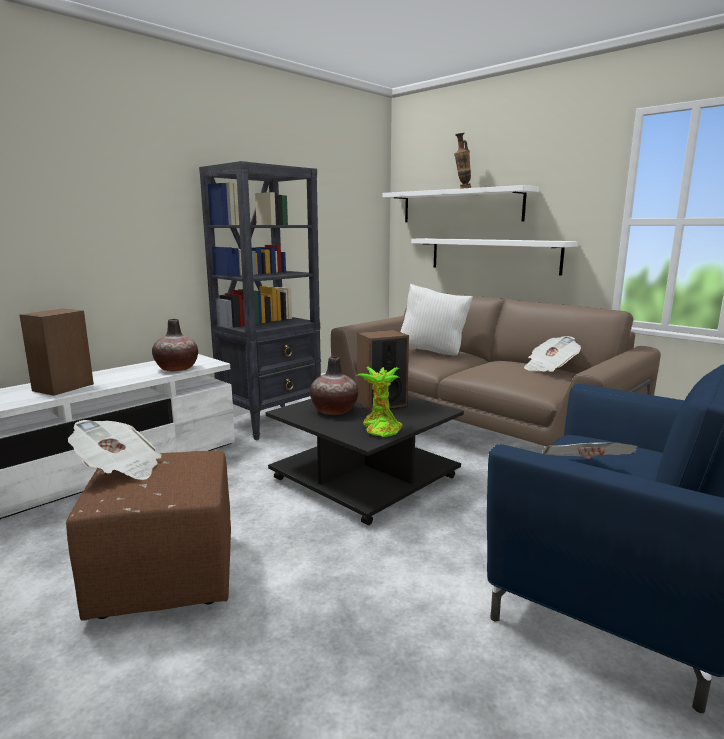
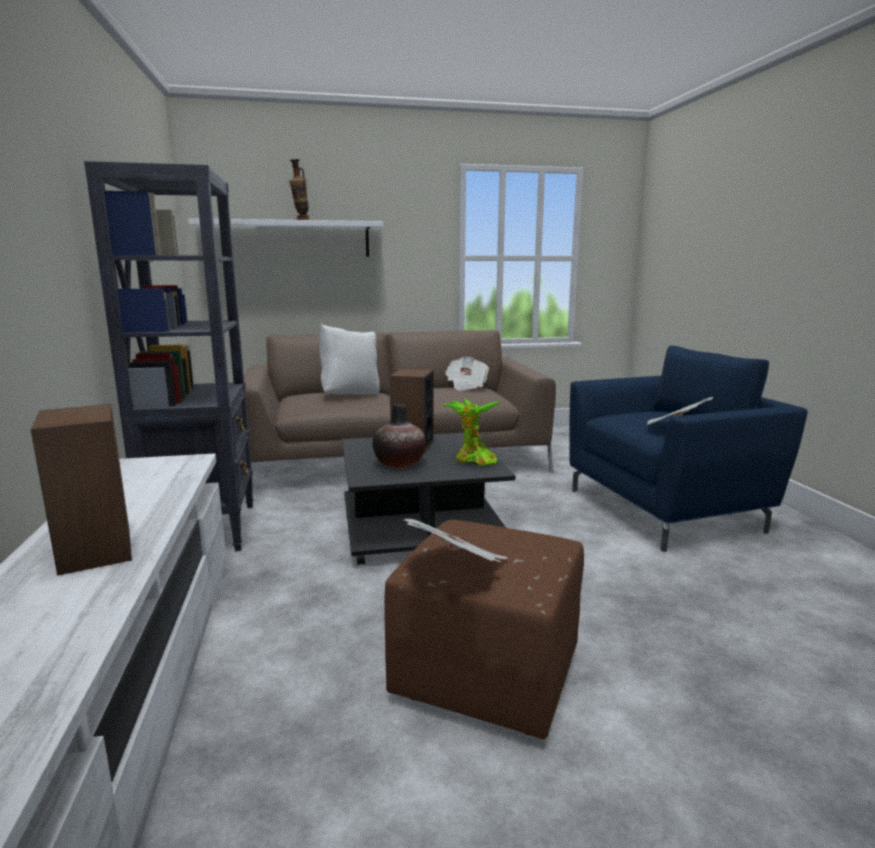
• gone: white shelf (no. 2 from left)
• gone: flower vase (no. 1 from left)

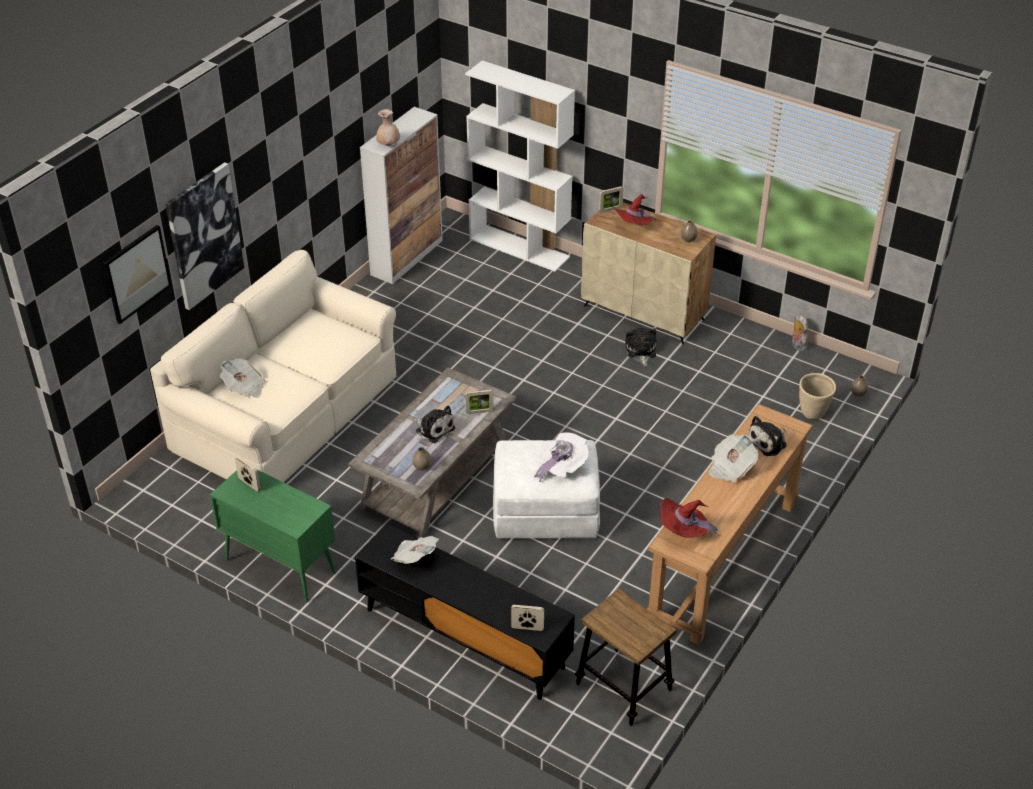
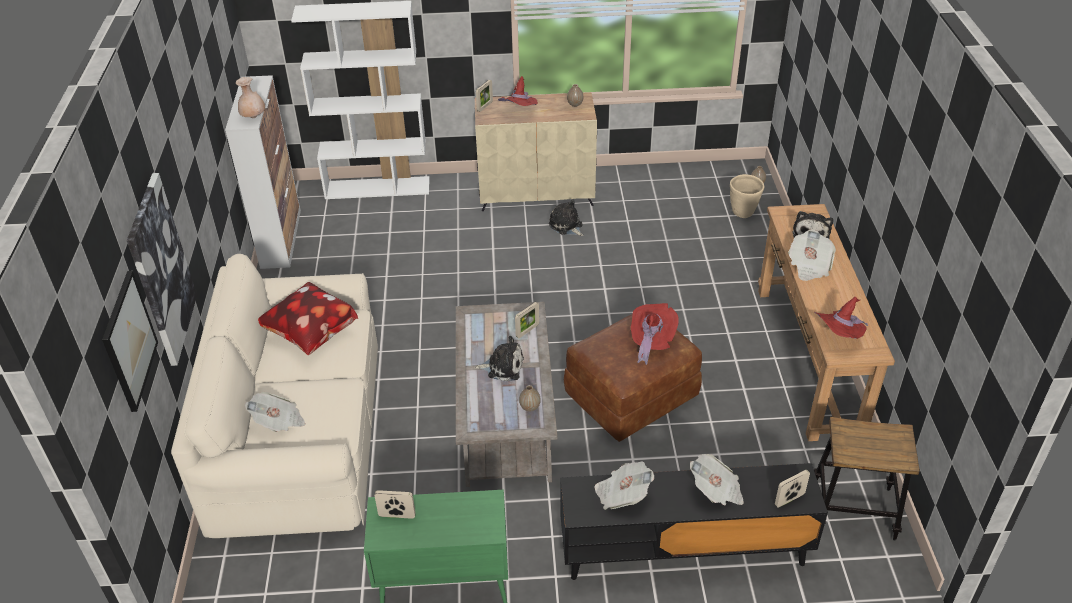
• gone: plush toy (no. 4 from left)
• repainted: white wearable hat to red wearable hat (no. 2 from left)
• repainted: white pouffe to brownish pouffe
• new: cushion
• new: daily paper (no. 3 from left)

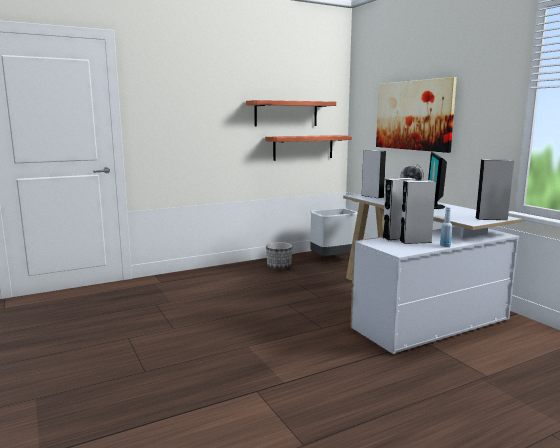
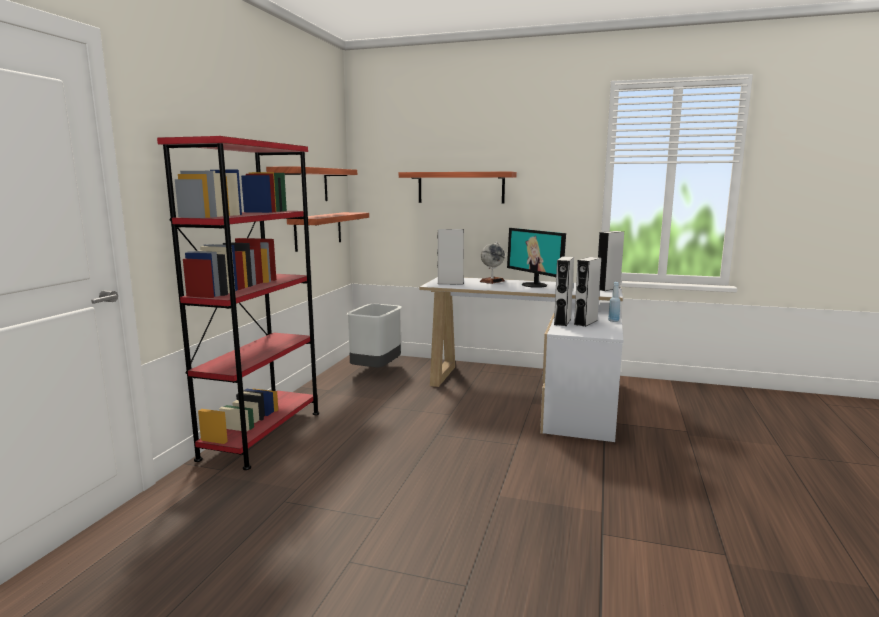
• swapped: picture to shelf (no. 3 from left)
• gone: flower pot
• new: red bookshelf

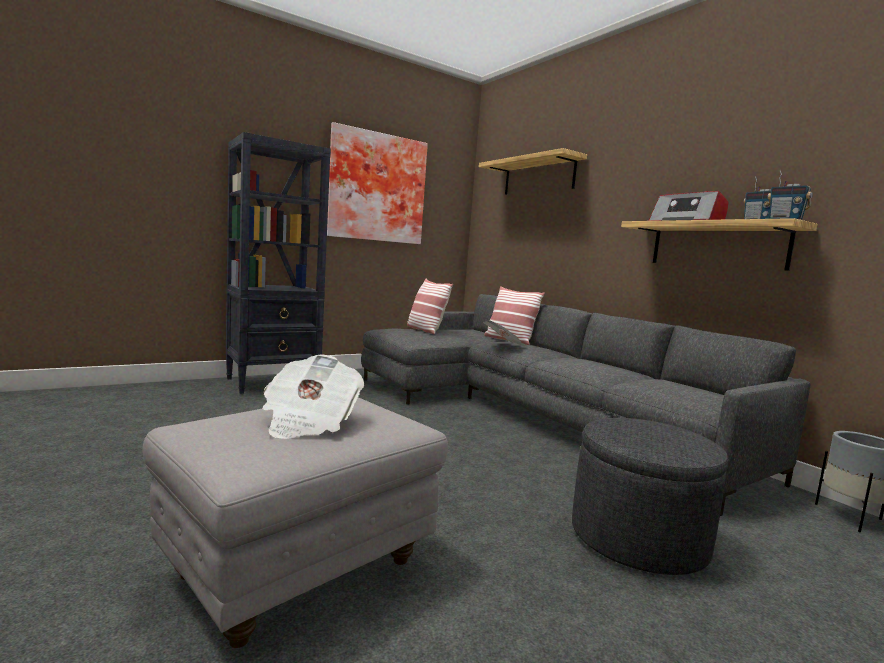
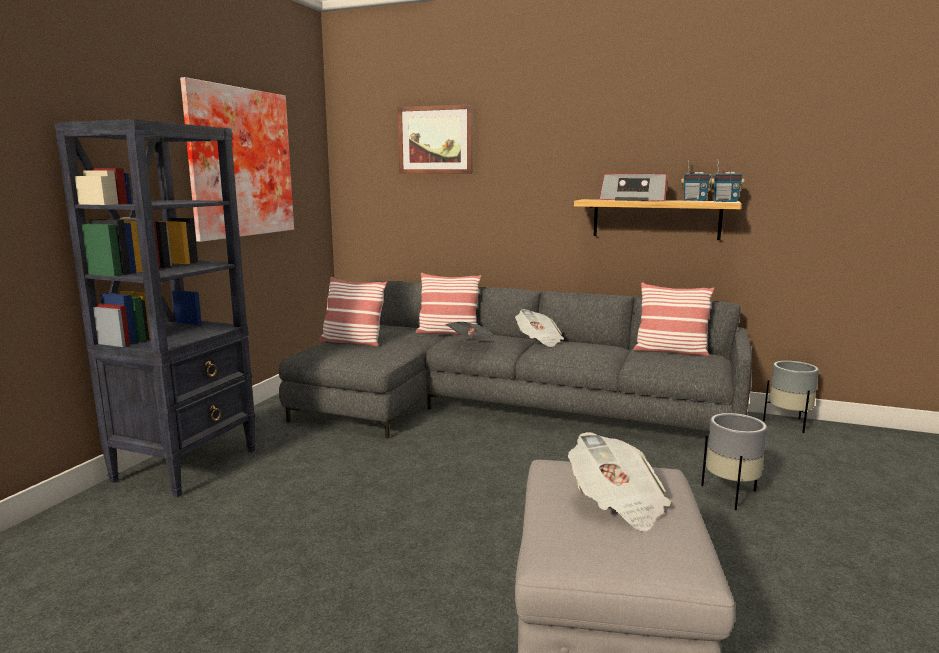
• swapped: shelf (no. 1 from left) to picture (no. 2 from left)
• swapped: gray pouffe (no. 2 from left) to gray flower pot (no. 1 from left)
• new: cushion (no. 3 from left)
• new: daily paper (no. 2 from left)

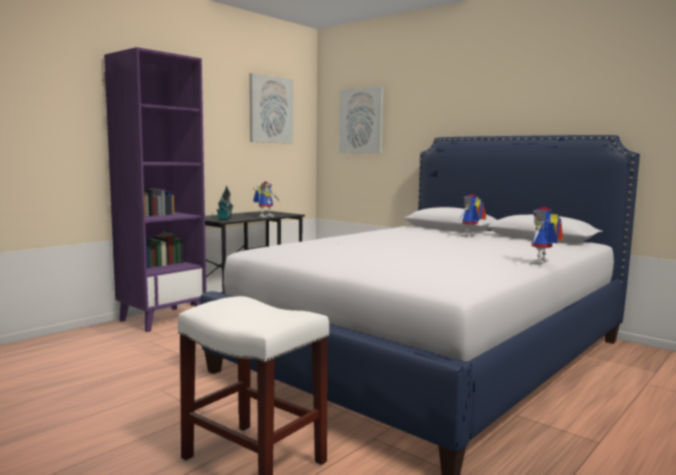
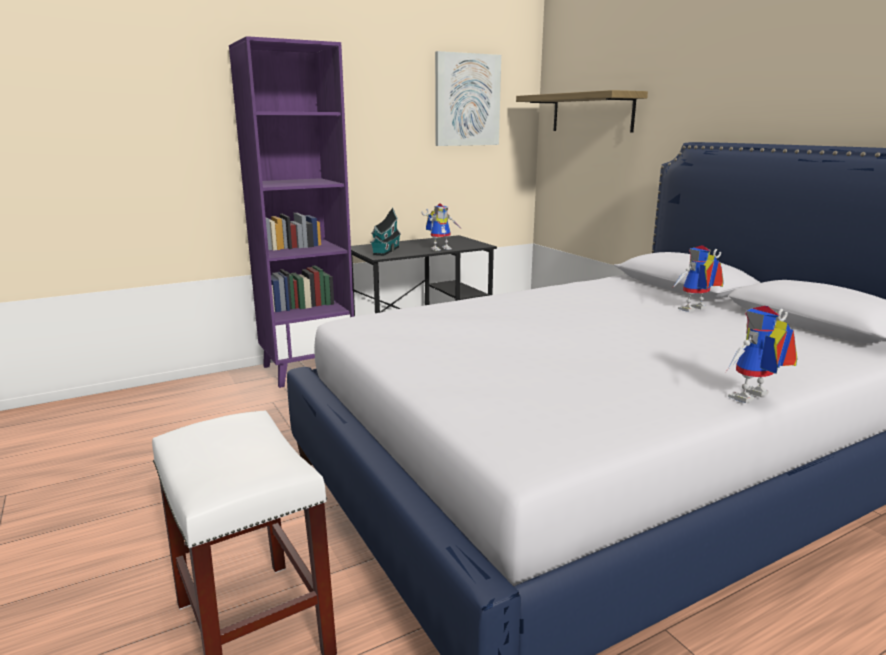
• swapped: picture (no. 2 from left) to shelf

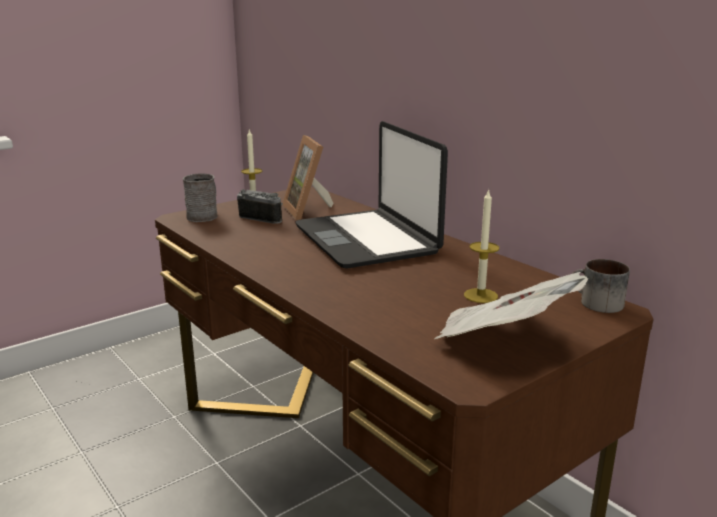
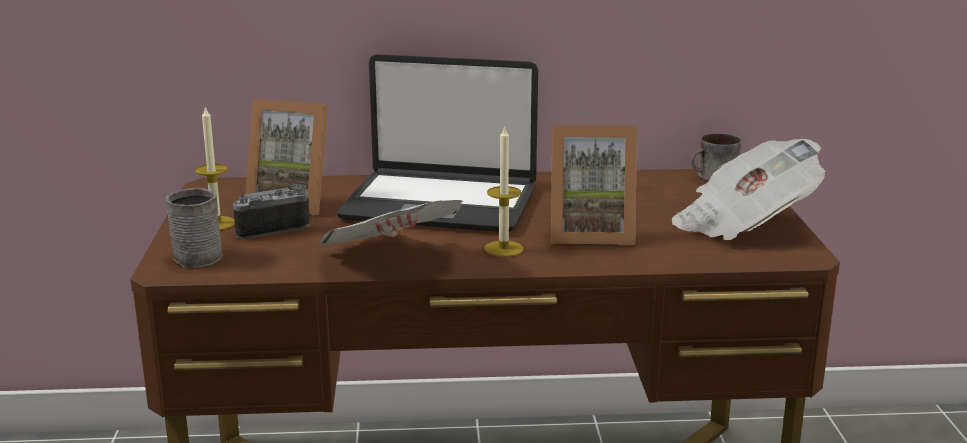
• shifted: wax candle (no. 2 from left)
• new: standing frame (no. 2 from left)
• new: daily paper (no. 1 from left)

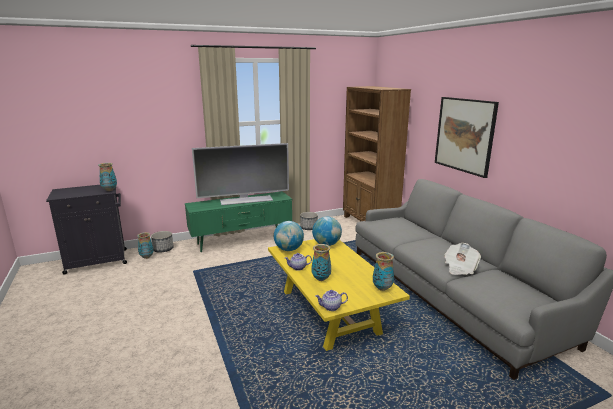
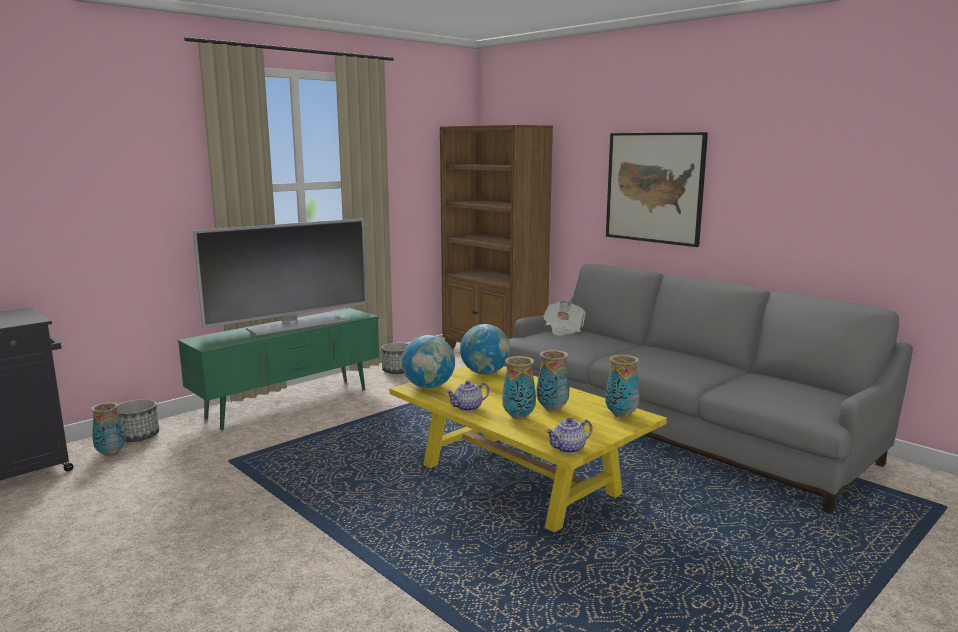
• shifted: flower vase (no. 1 from left in the first image) to flower vase (no. 3 from left)
• shifted: daily paper

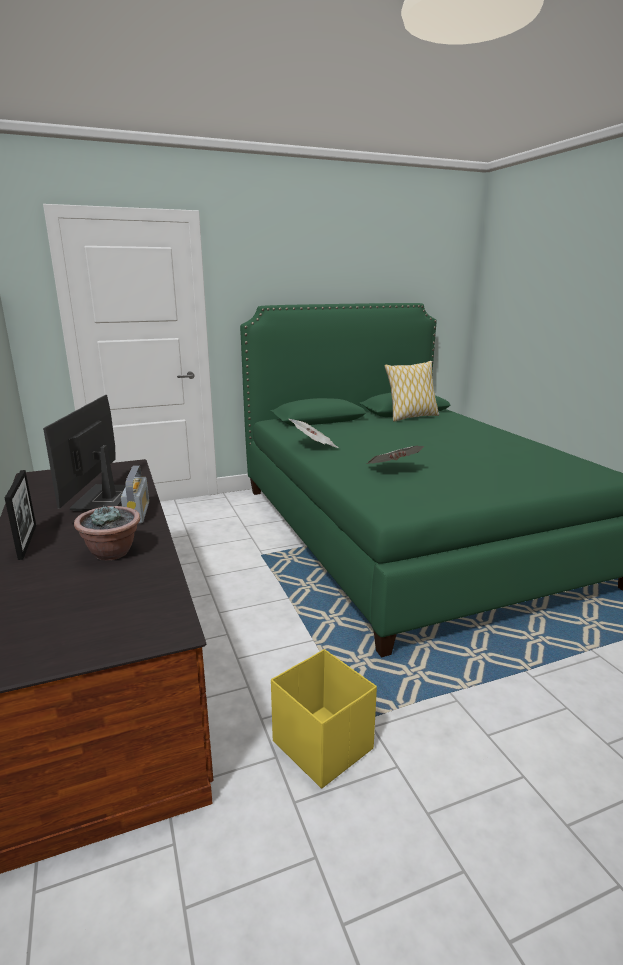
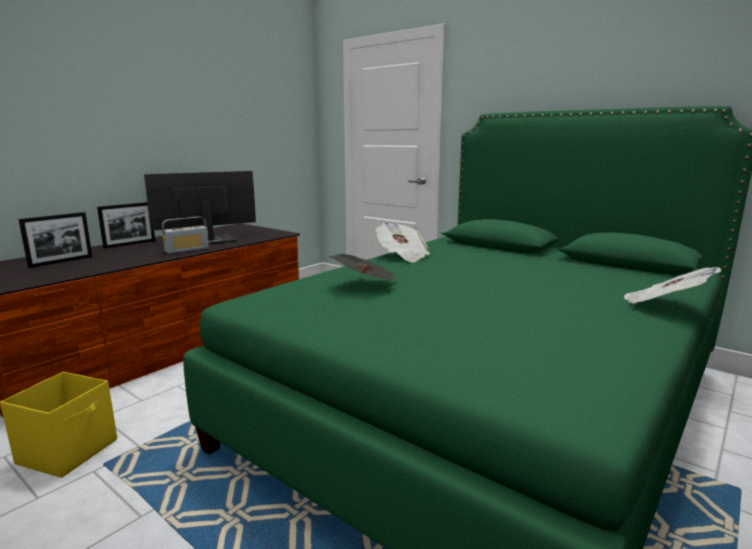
• gone: cushion
• gone: houseplant
• new: standing frame (no. 1 from left)
• new: daily paper (no. 3 from left)

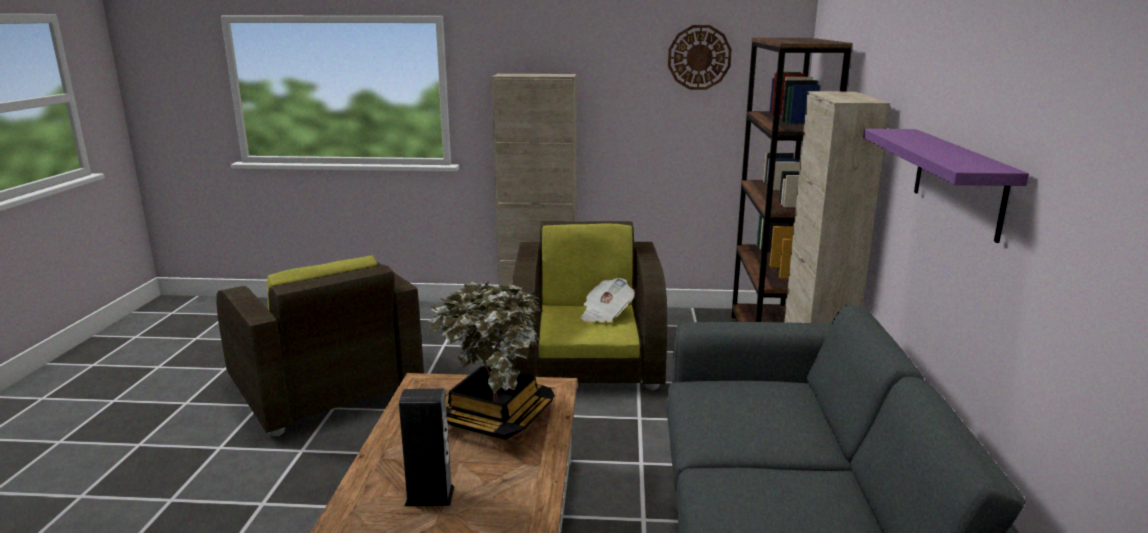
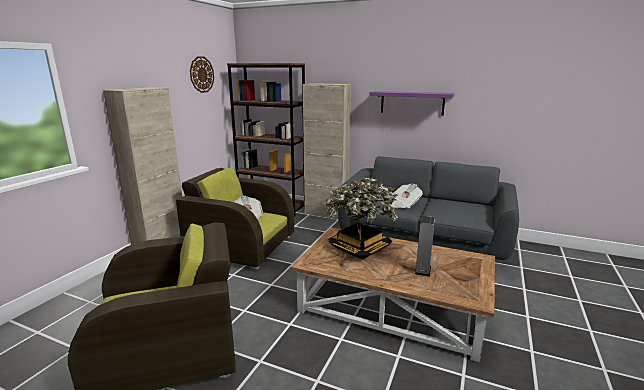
• new: daily paper (no. 2 from left)

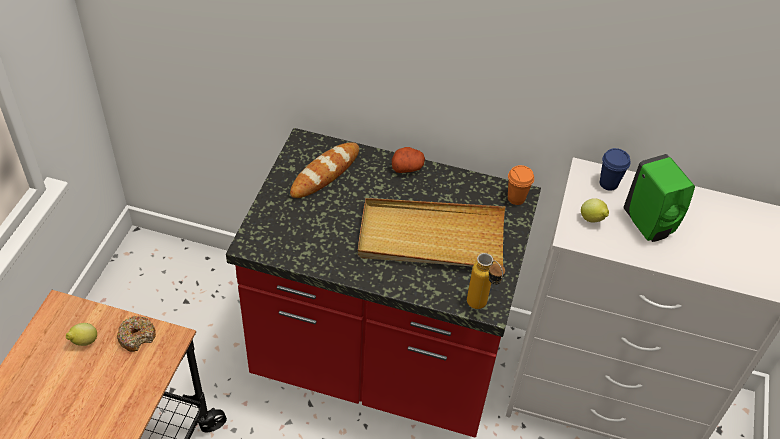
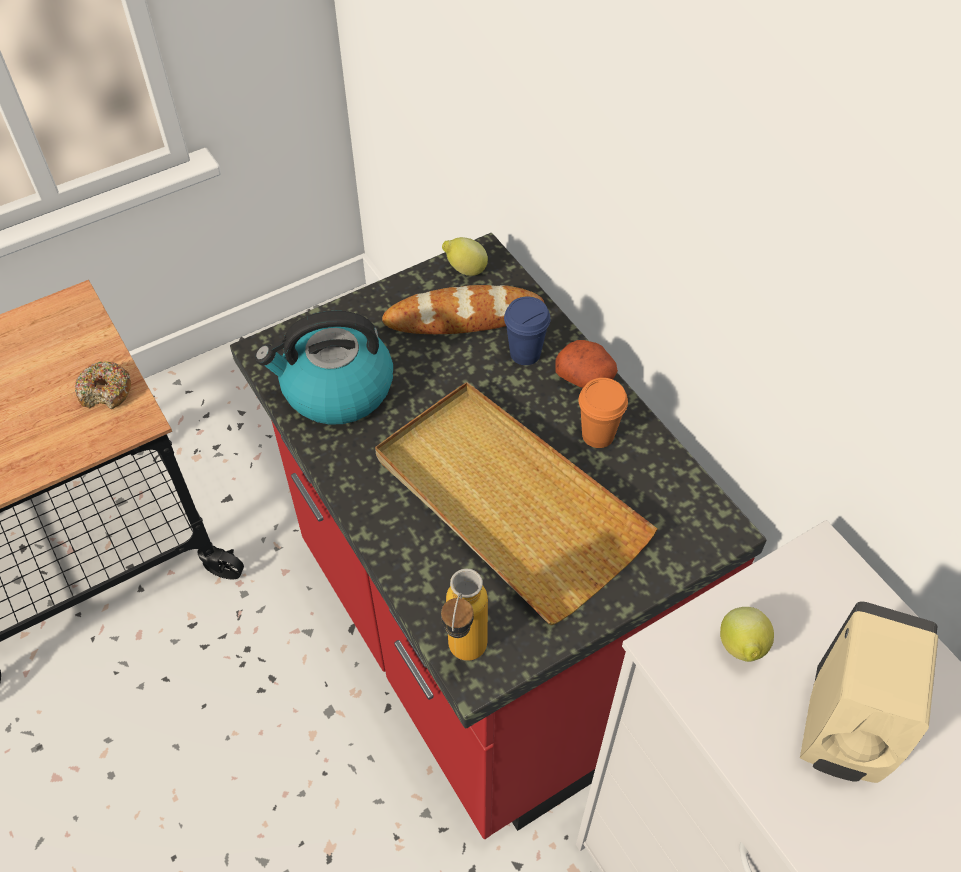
• shifted: blue-coloured small cup
• repainted: greenish soap dispenser to beige-coloured soap dispenser
• shifted: orange-coloured small cup
• shifted: lemon (no. 1 from left)
• new: tea kettle

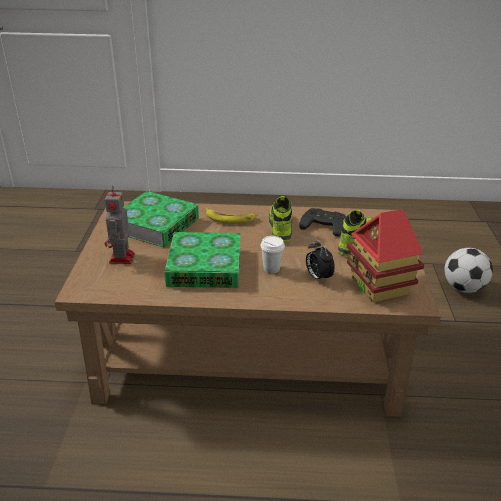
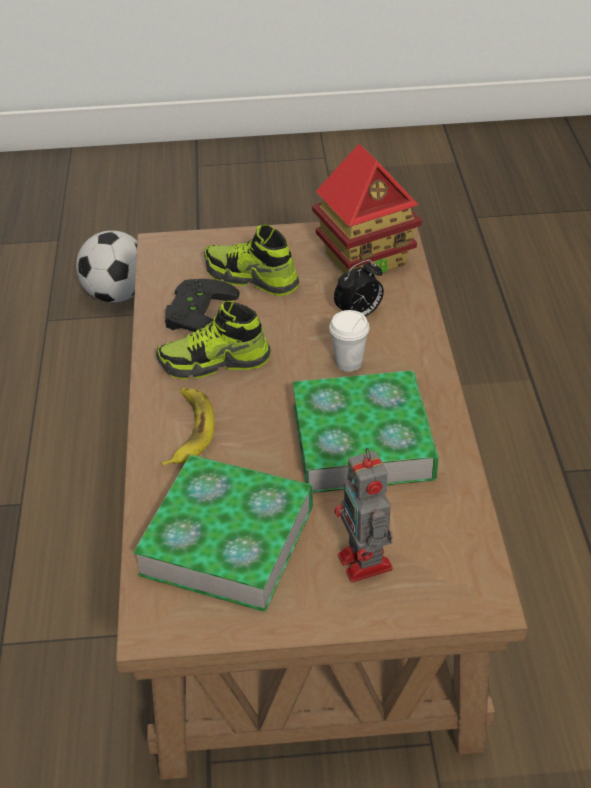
• rotated: model robot 75 degrees clockwise

